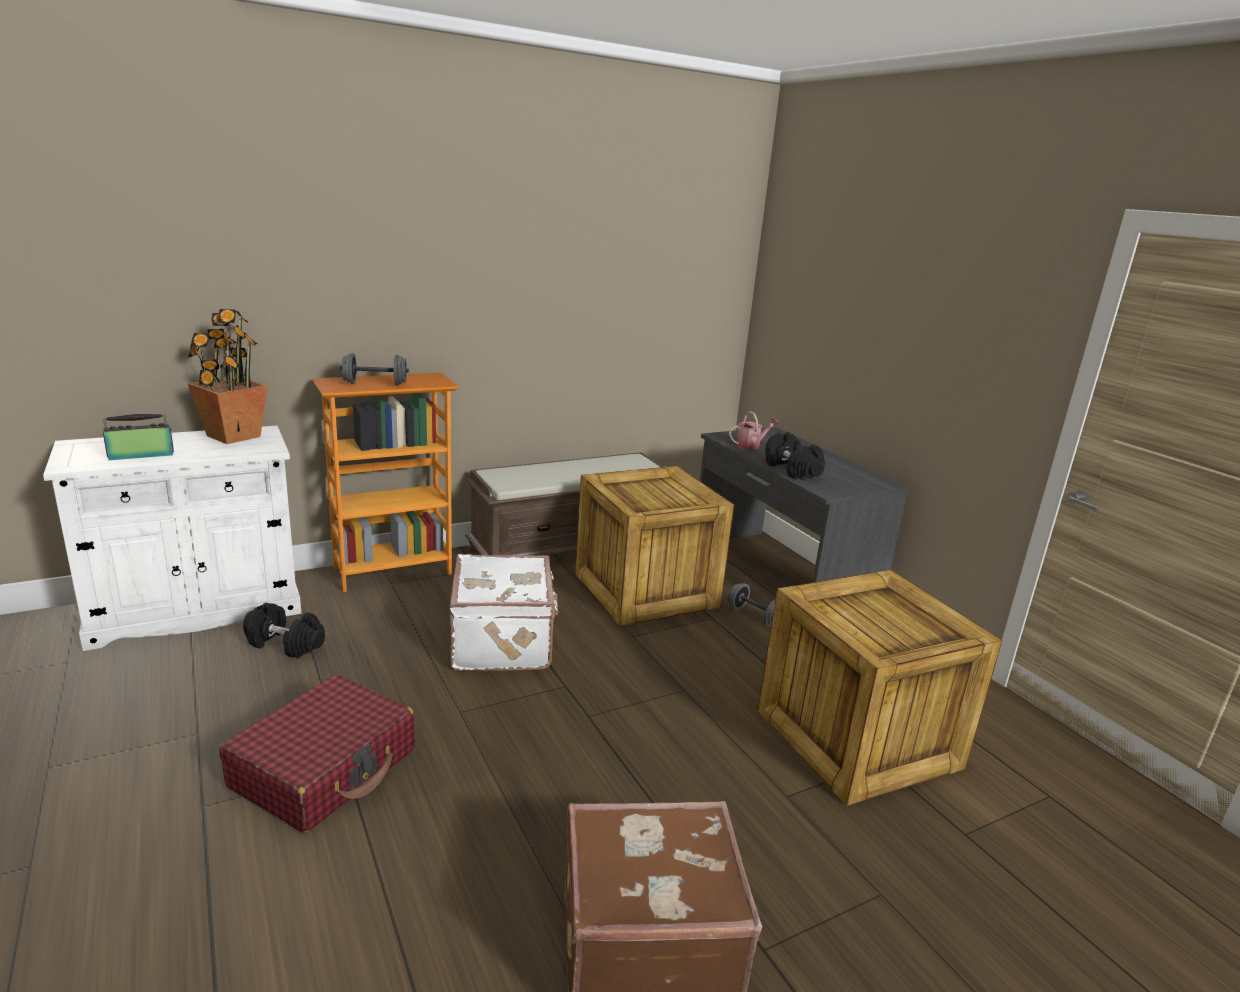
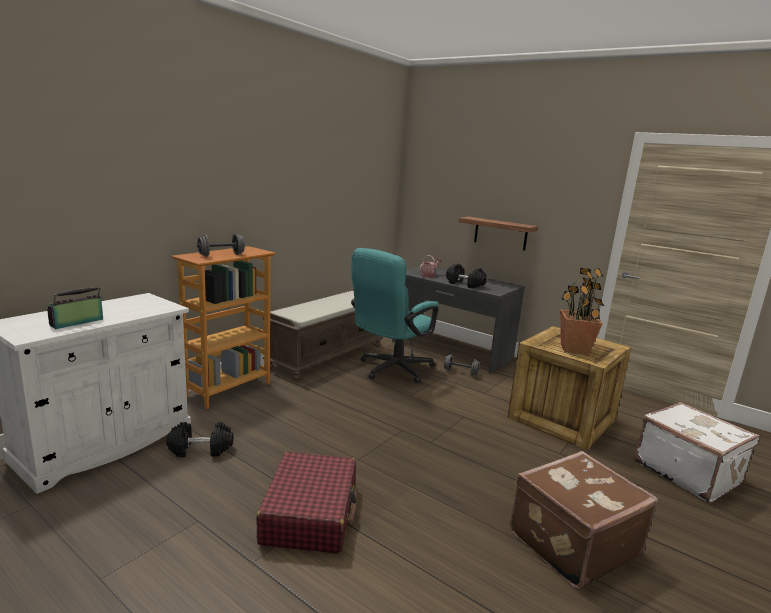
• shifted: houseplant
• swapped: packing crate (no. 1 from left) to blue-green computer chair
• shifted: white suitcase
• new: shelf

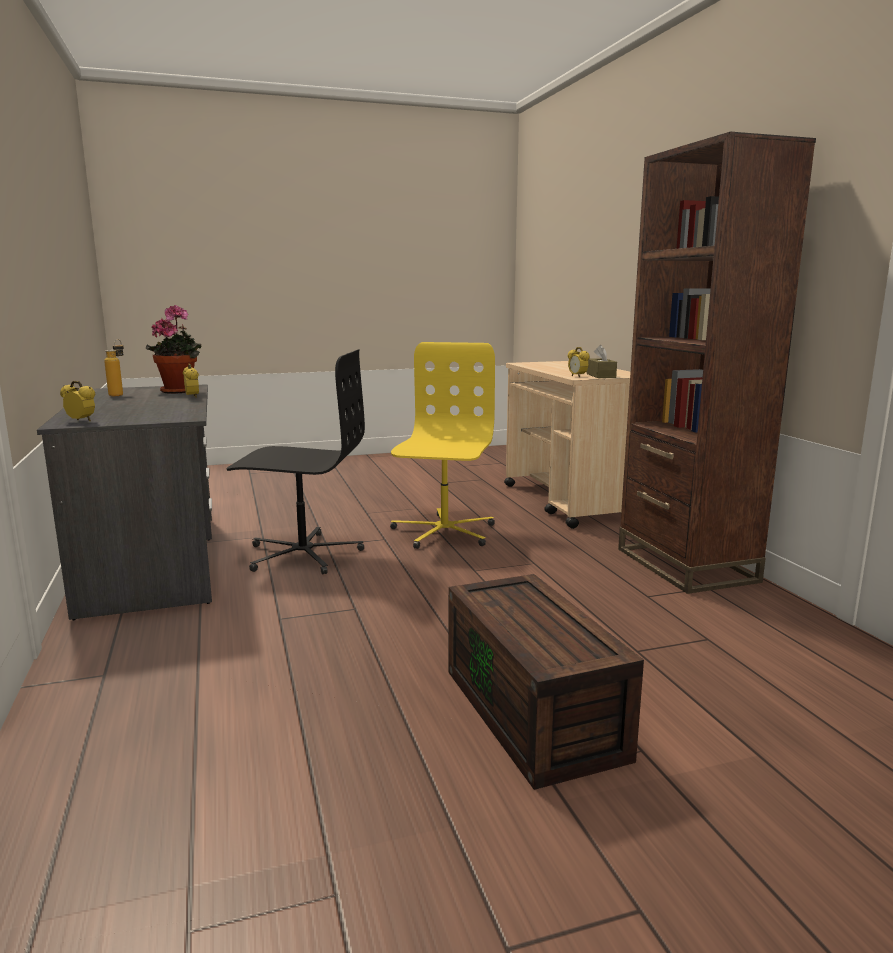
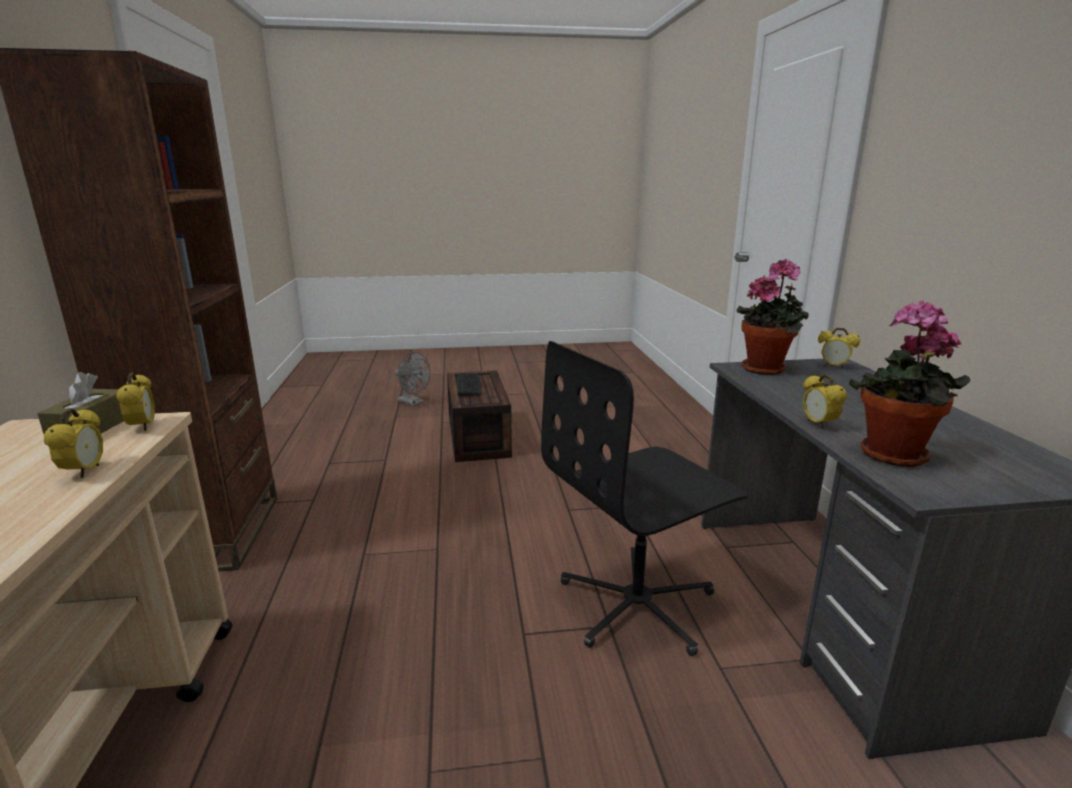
• gone: beverage bottle
• gone: yellow-coloured computer chair
• rotated: blackish computer chair 45 degrees counterclockwise
• new: houseplant (no. 1 from left)
• new: gray electric fan
• new: keyboard
• new: bedside clock (no. 1 from left)

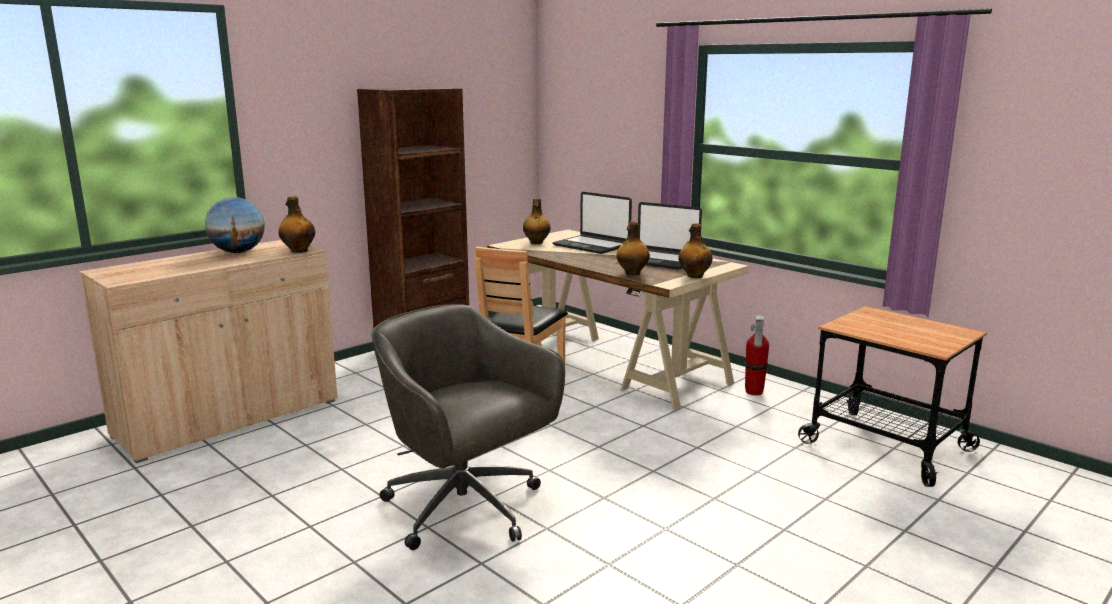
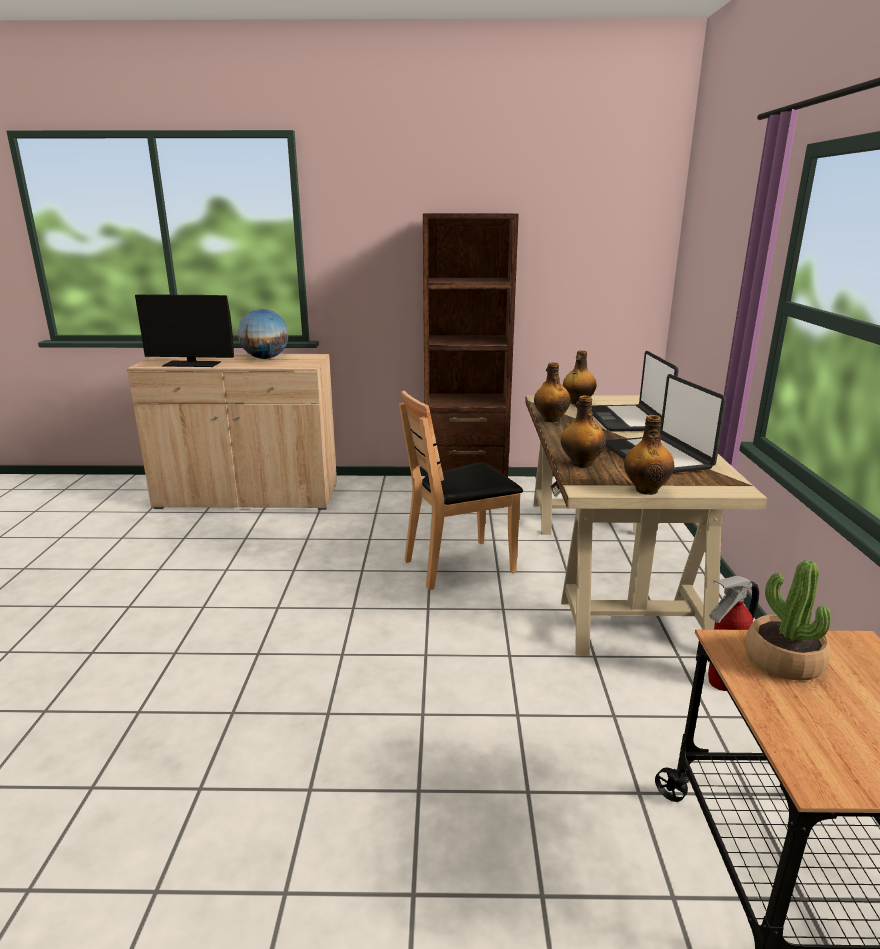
• shifted: beverage bottle (no. 1 from left)
• gone: gray computer chair
• new: monitor
• new: houseplant

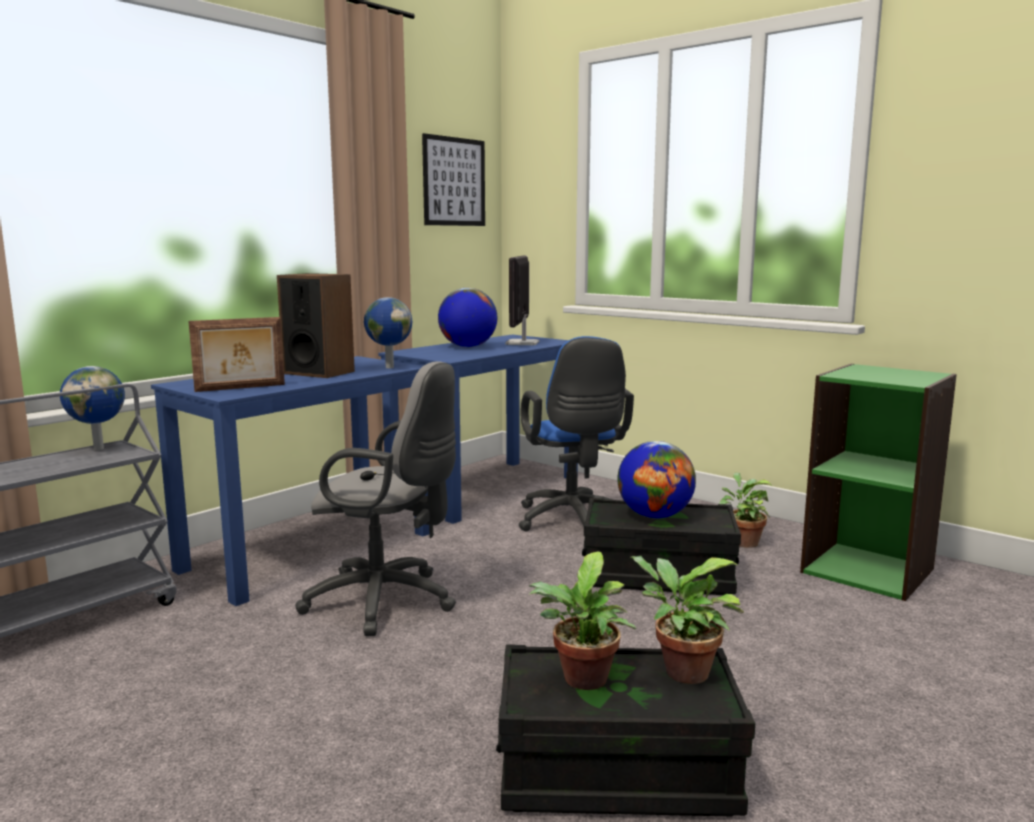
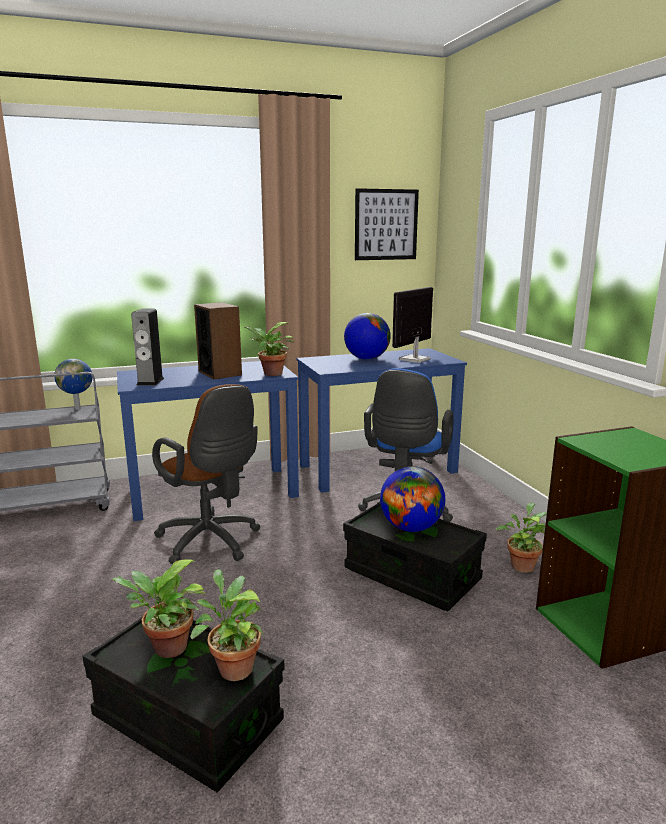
• swapped: world globe (no. 2 from left) to houseplant (no. 3 from left)
• swapped: standing frame to audio speaker (no. 1 from left)
• repainted: gray computer chair to brownish computer chair

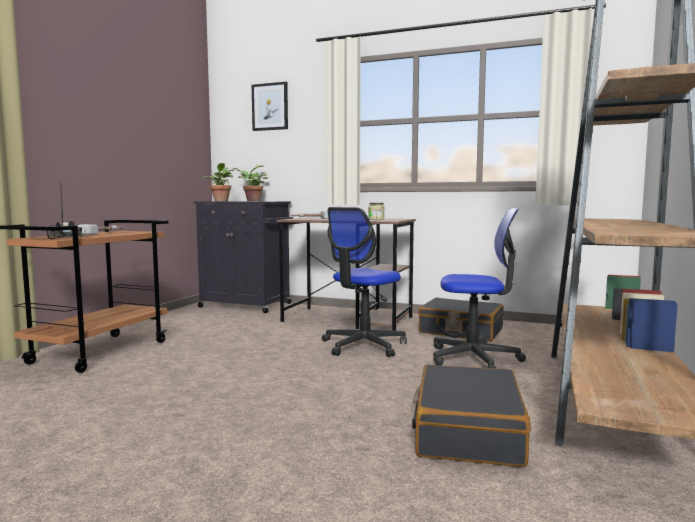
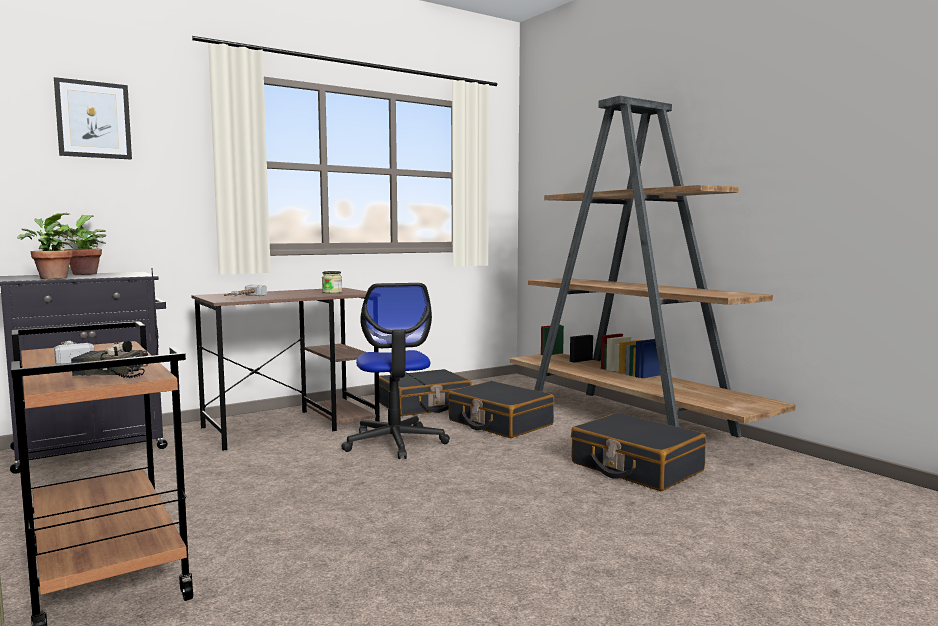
• swapped: computer chair (no. 2 from left) to blackish suitcase (no. 2 from left)

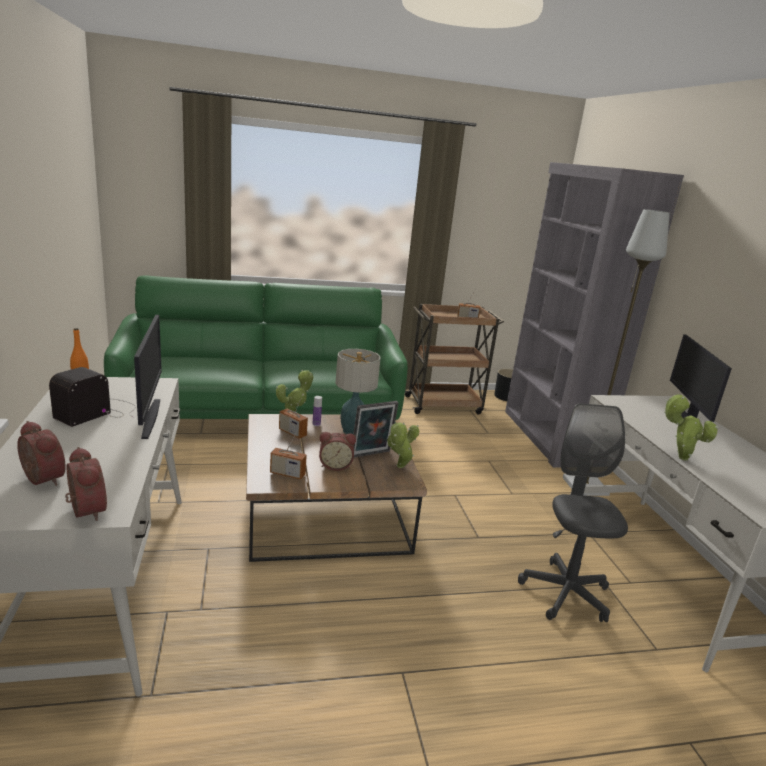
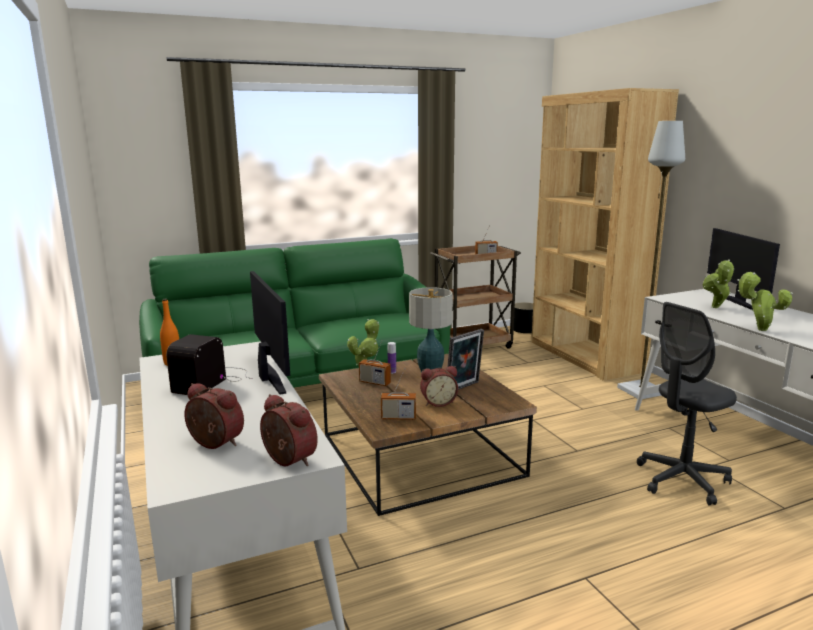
• repainted: gray bookshelf to brownish bookshelf
• rotated: gray computer chair 105 degrees counterclockwise
• shifted: houseplant (no. 2 from left)

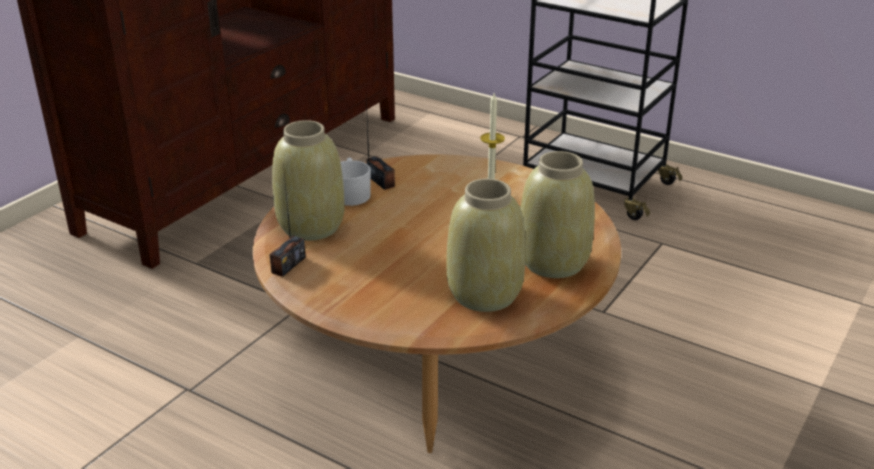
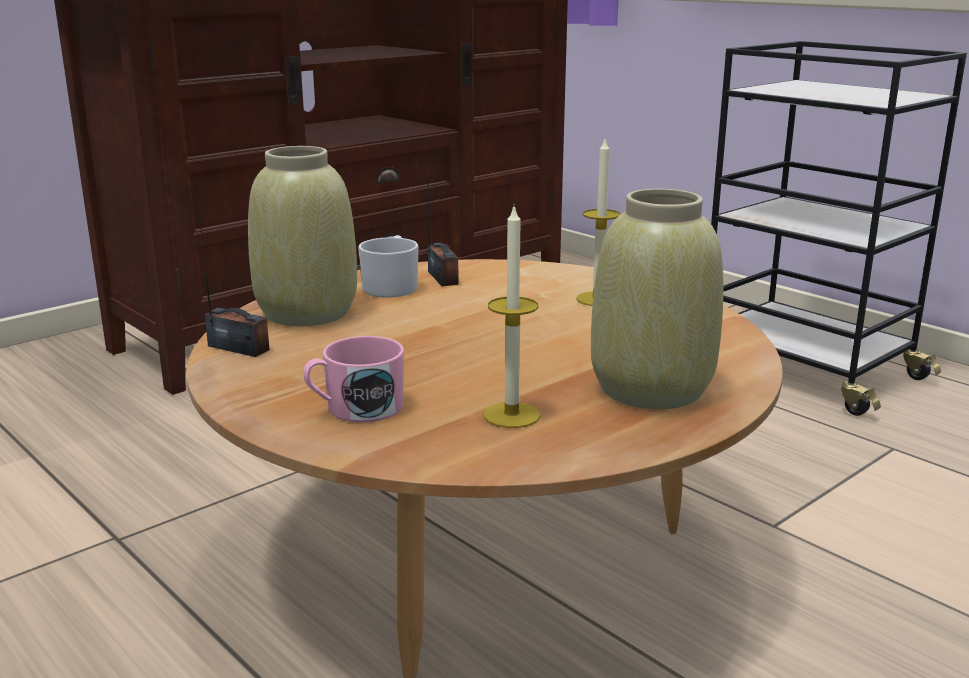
• rotated: radio (no. 1 from left) 105 degrees counterclockwise
• swapped: beige-coloured flower vase (no. 2 from left) to wax candle (no. 1 from left)
• new: pink-coloured tea mug

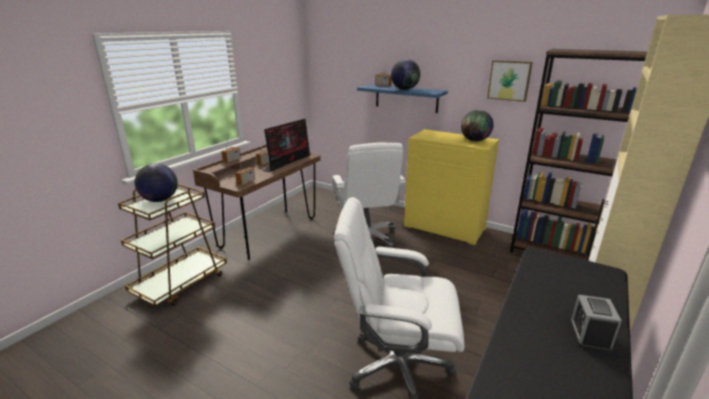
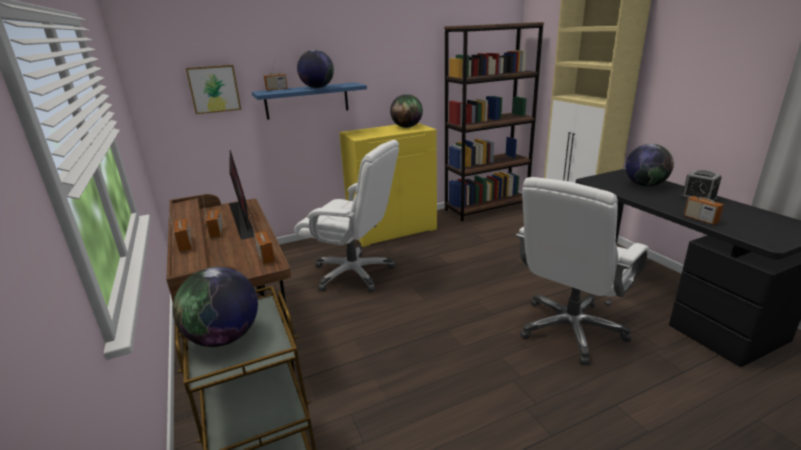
• shifted: picture
• new: world globe (no. 4 from left)
• new: radio (no. 5 from left)

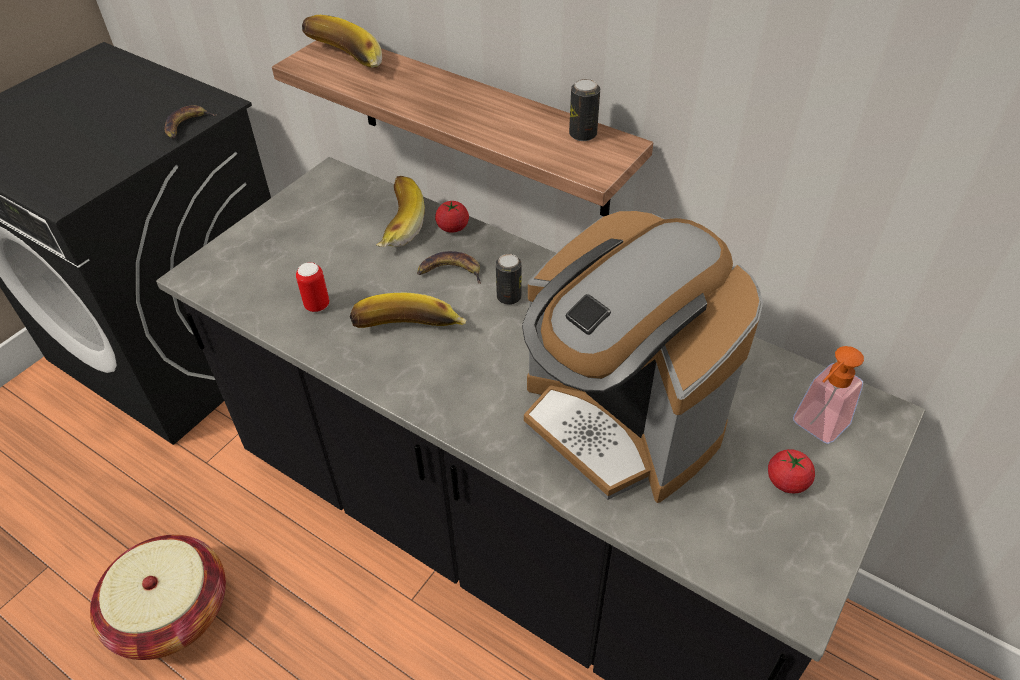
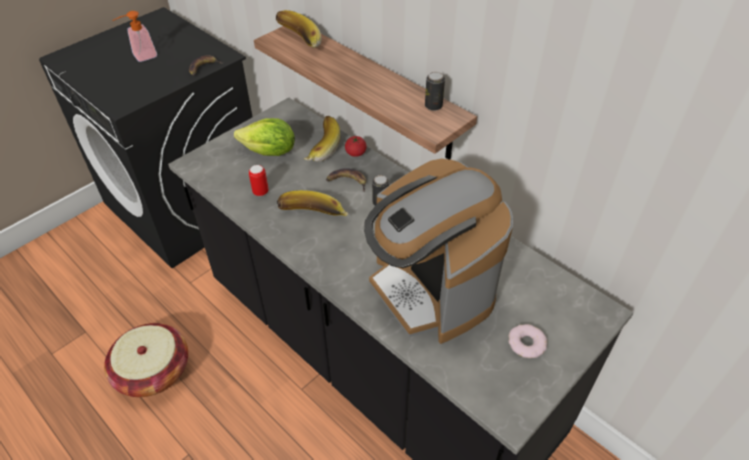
• shifted: soap dispenser
• swapped: fresh tomato (no. 2 from left) to ring doughnut
• new: lettuce

